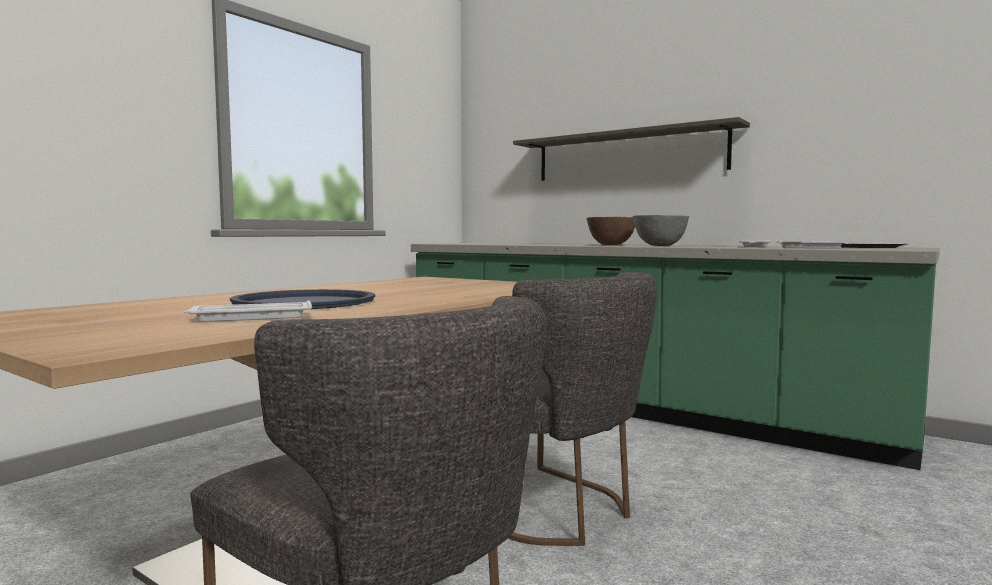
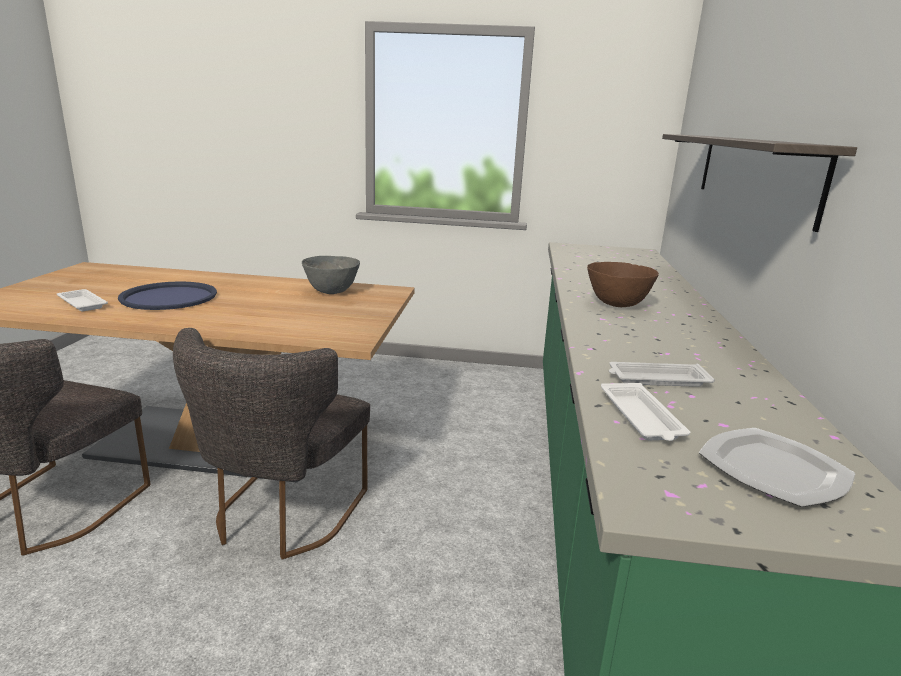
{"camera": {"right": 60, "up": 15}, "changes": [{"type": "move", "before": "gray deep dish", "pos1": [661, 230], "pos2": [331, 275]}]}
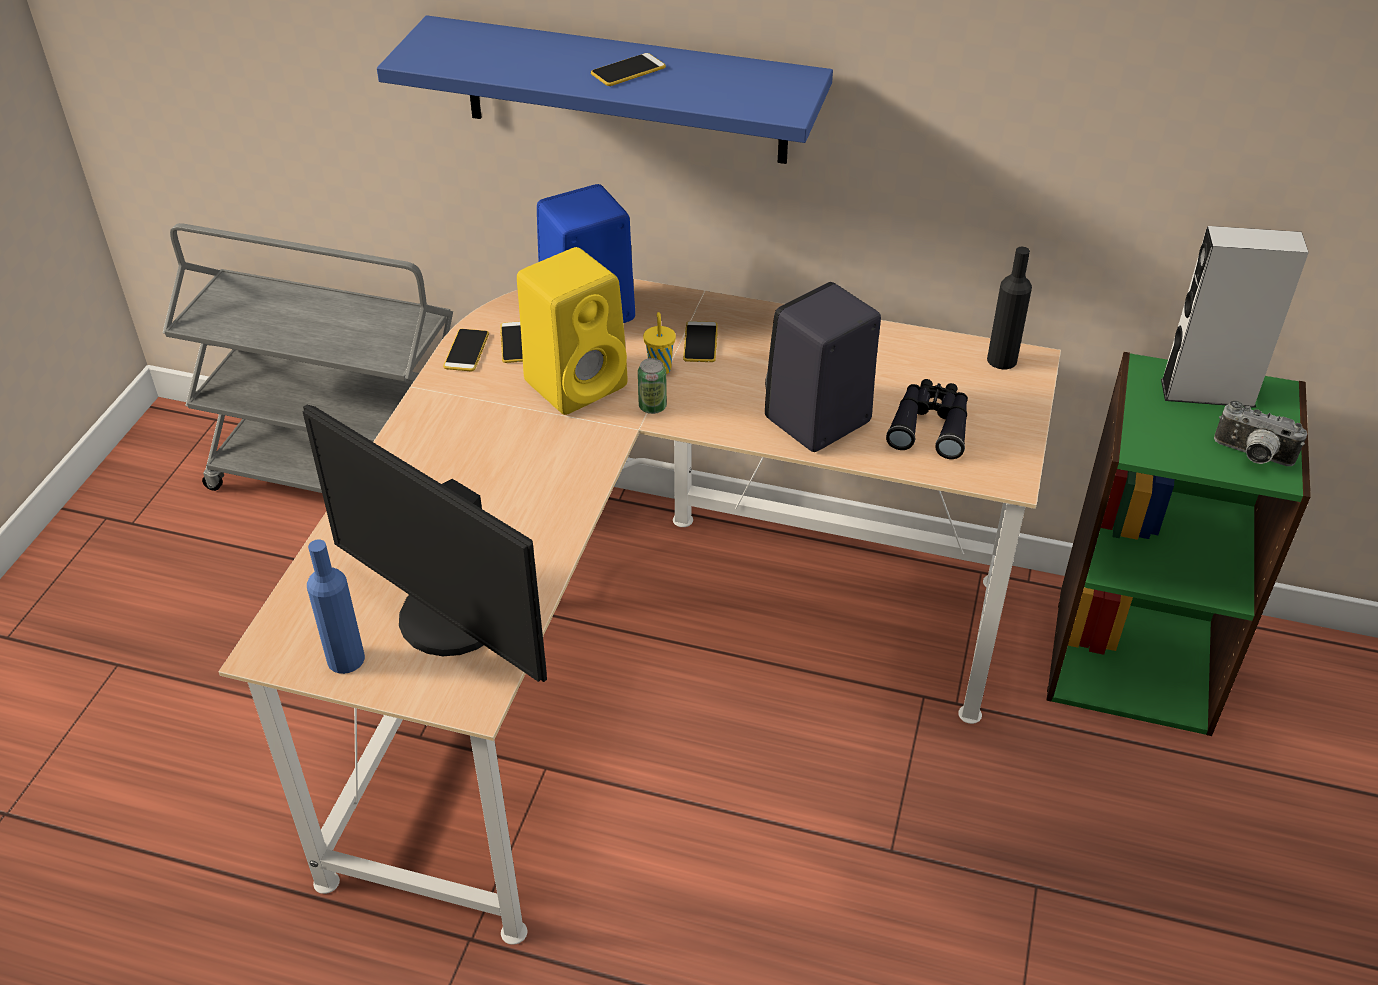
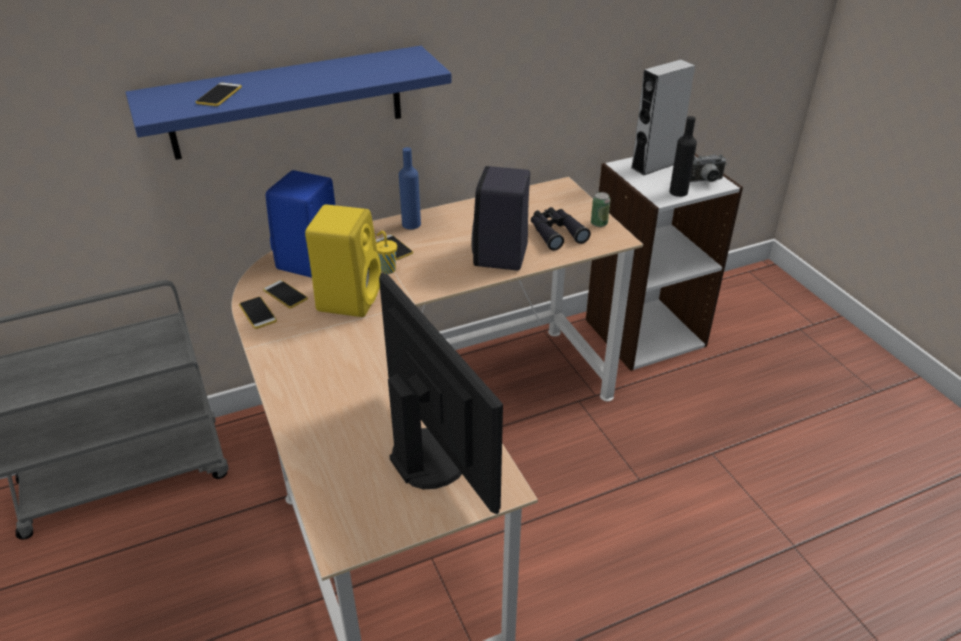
{"camera": {"right": -40, "up": -5}, "changes": [{"type": "move", "before": "handset", "pos1": [628, 69], "pos2": [219, 94]}, {"type": "rotate", "before": "monitor", "pos1": [425, 543], "pos2": [441, 393], "turn": -120}, {"type": "move", "before": "blue beverage bottle", "pos1": [336, 606], "pos2": [410, 188]}, {"type": "recolor", "before": "greenish shelving unit", "after": "white shelving unit", "pos1": [1178, 544], "pos2": [664, 262]}, {"type": "move", "before": "metal can", "pos1": [652, 386], "pos2": [600, 209]}, {"type": "move", "before": "blackish beverage bottle", "pos1": [1009, 308], "pos2": [683, 156]}]}
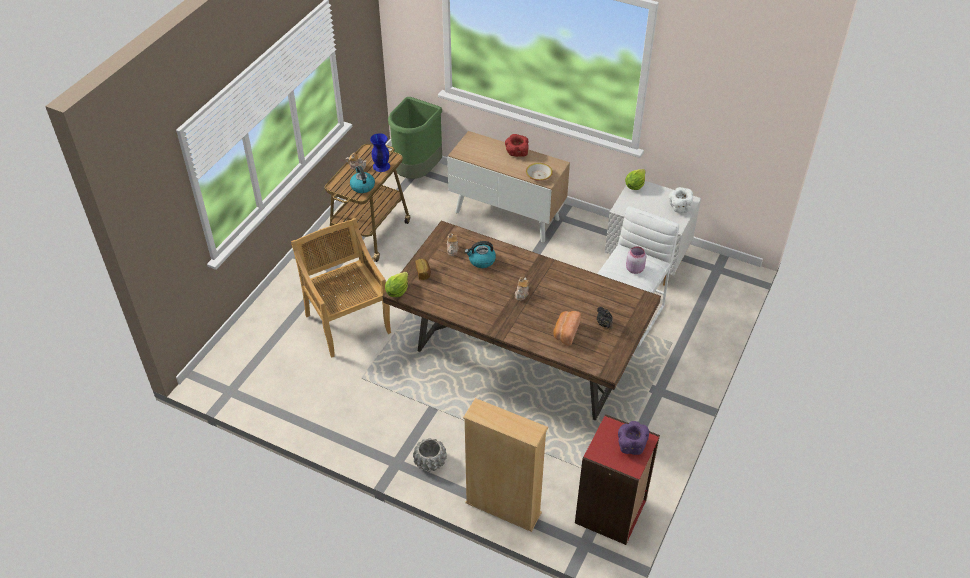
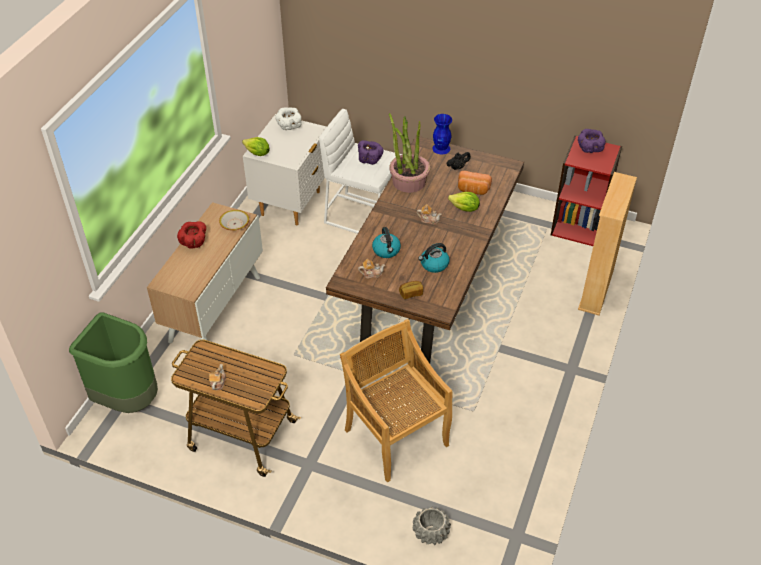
{"camera": {"right": -95, "up": 0}, "changes": [{"type": "rotate", "before": "beige upright chair", "pos1": [341, 288], "pos2": [396, 401], "turn": 90}, {"type": "replace", "before": "pink-coloured jar", "after": "purplish deep dish", "pos1": [636, 260], "pos2": [370, 152]}, {"type": "insert", "after": "potted plant", "pos2": [409, 153]}, {"type": "move", "before": "gray plant pot", "pos1": [430, 455], "pos2": [432, 526]}, {"type": "move", "before": "tea kettle", "pos1": [362, 179], "pos2": [434, 258]}, {"type": "move", "before": "blue flower vase", "pos1": [380, 152], "pos2": [442, 134]}, {"type": "move", "before": "lettuce", "pos1": [396, 284], "pos2": [464, 202]}]}
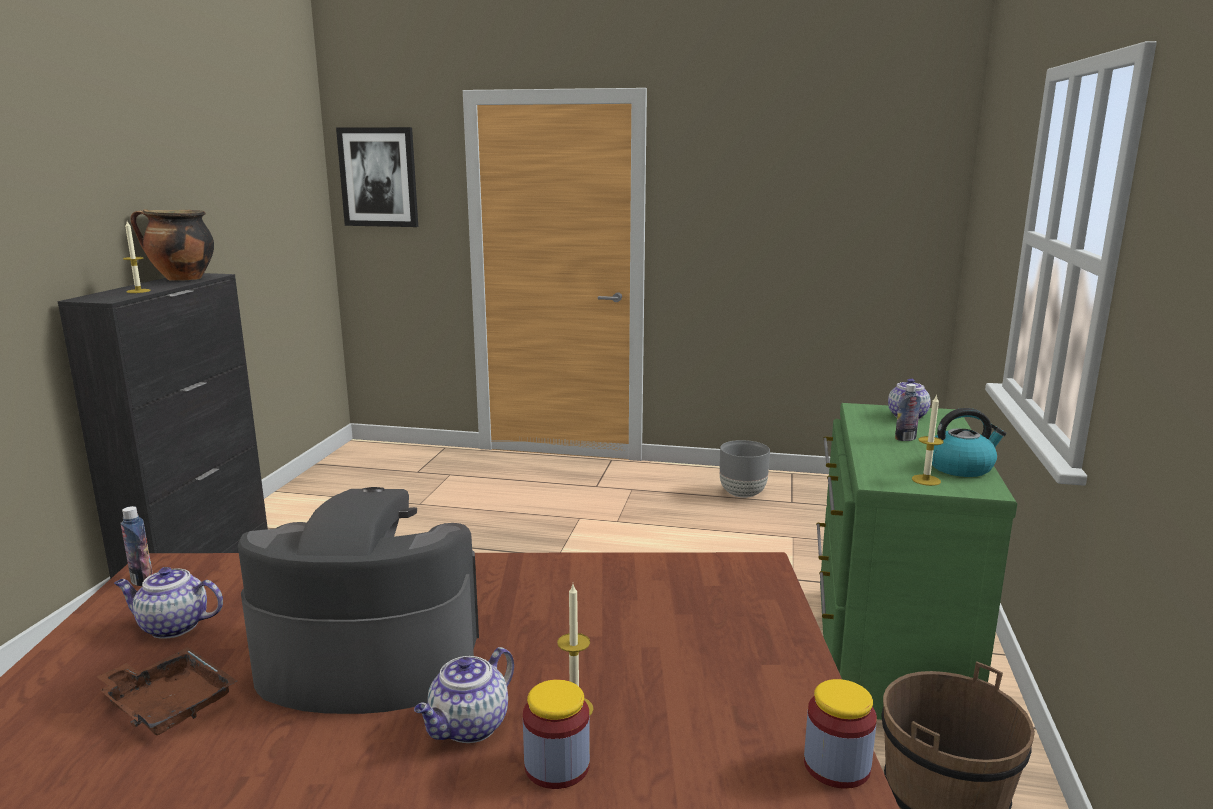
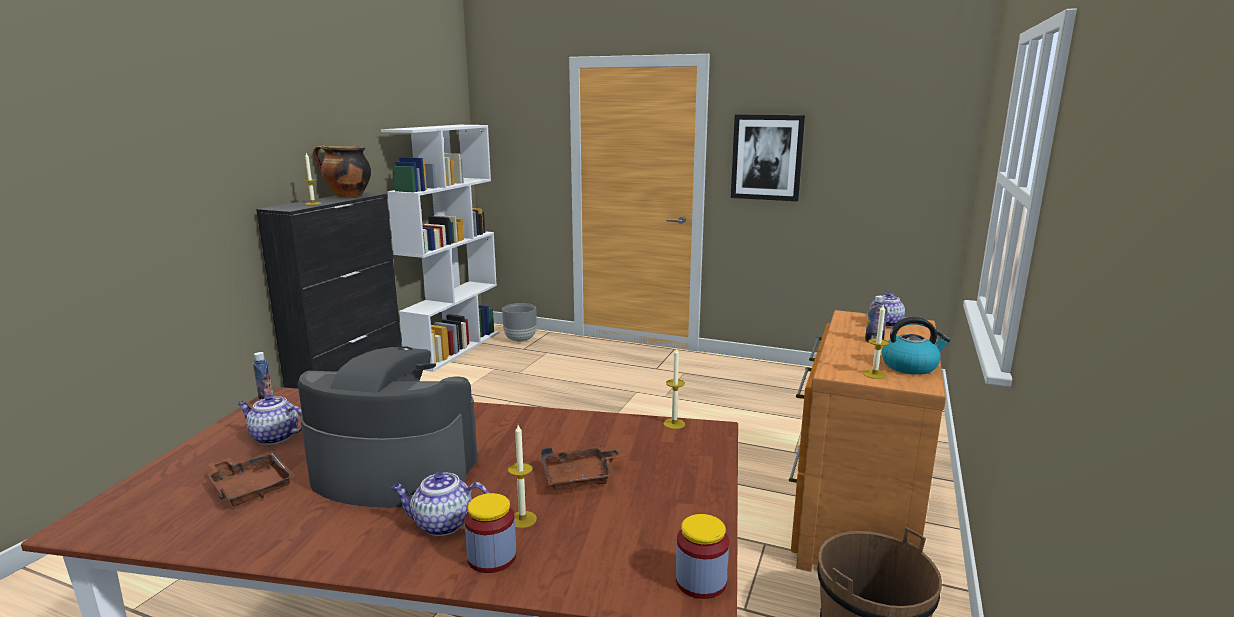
{"camera": {"right": 10, "up": 0}, "changes": [{"type": "insert", "after": "white shelving unit", "pos2": [440, 248]}, {"type": "rotate", "before": "pot for tea", "pos1": [464, 695], "pos2": [440, 504], "turn": 45}, {"type": "move", "before": "gray plant pot", "pos1": [745, 469], "pos2": [519, 322]}, {"type": "insert", "after": "brownish carrying tray", "pos2": [583, 468]}, {"type": "insert", "after": "wax light", "pos2": [674, 388]}, {"type": "move", "before": "wall picture", "pos1": [377, 177], "pos2": [768, 158]}, {"type": "recolor", "before": "greenish chest of drawers", "after": "brownish chest of drawers", "pos1": [916, 561], "pos2": [867, 441]}]}
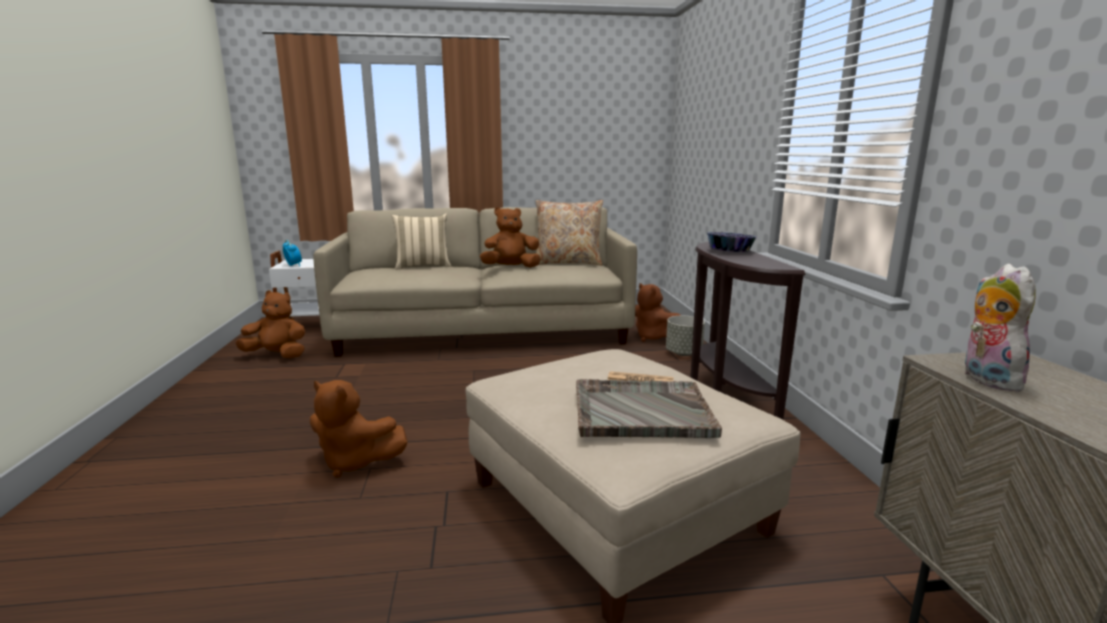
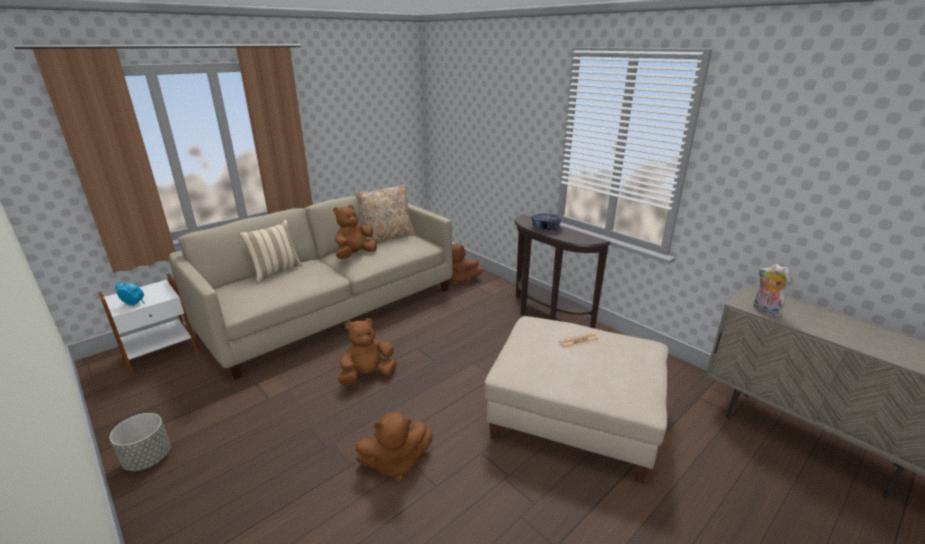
{"camera": {"right": -35, "up": 10}, "changes": [{"type": "move", "before": "gray plant pot", "pos1": [685, 335], "pos2": [140, 442]}, {"type": "move", "before": "brownish plush toy", "pos1": [270, 324], "pos2": [367, 351]}, {"type": "delete", "before": "gray carrying tray", "pos1": [649, 408]}]}
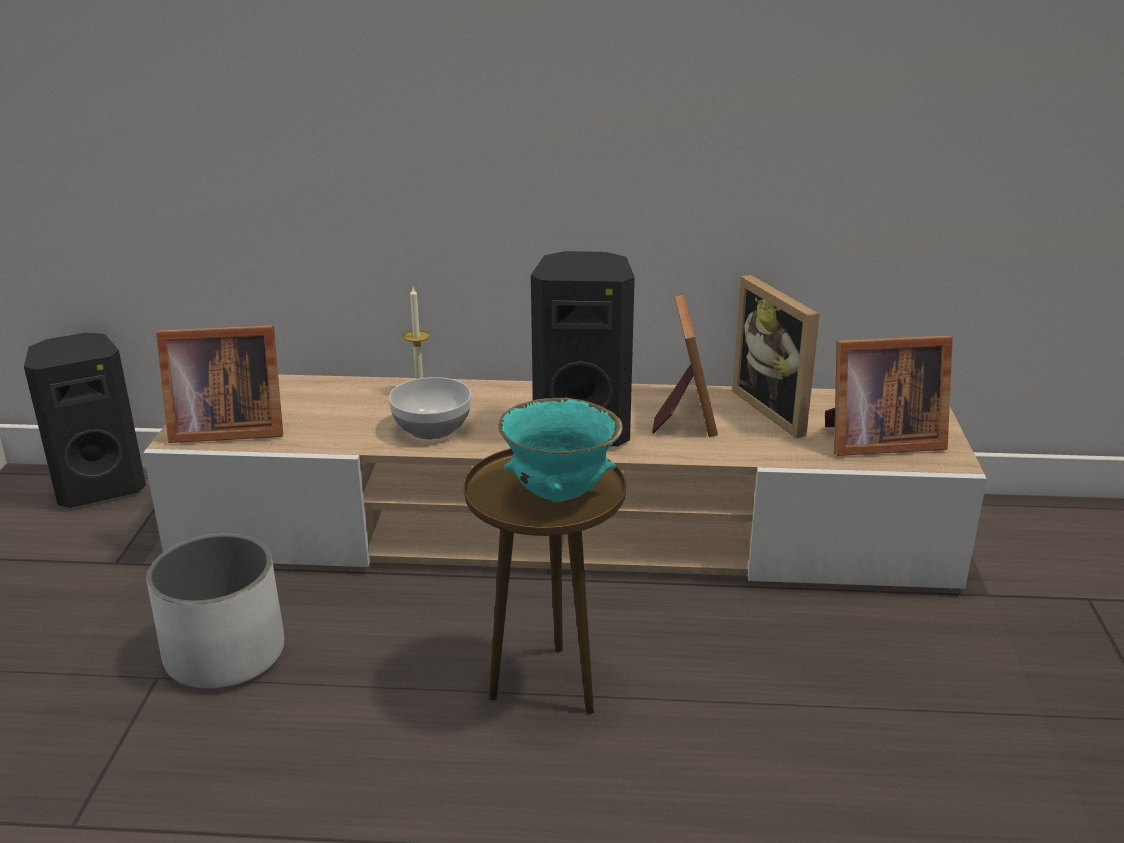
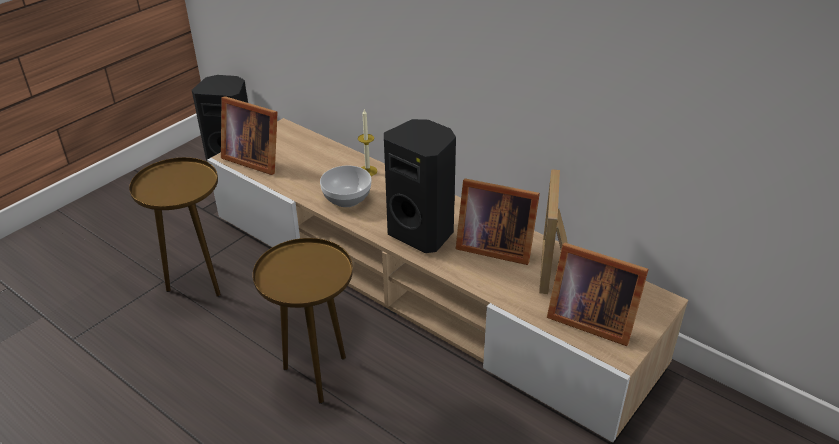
{"camera": {"right": 35, "up": 10}, "changes": [{"type": "replace", "before": "white plant pot", "after": "brownish accent table", "pos1": [215, 611], "pos2": [175, 227]}, {"type": "rotate", "before": "picture frame", "pos1": [685, 365], "pos2": [498, 221], "turn": 75}, {"type": "delete", "before": "turquoise deep dish", "pos1": [560, 450]}]}
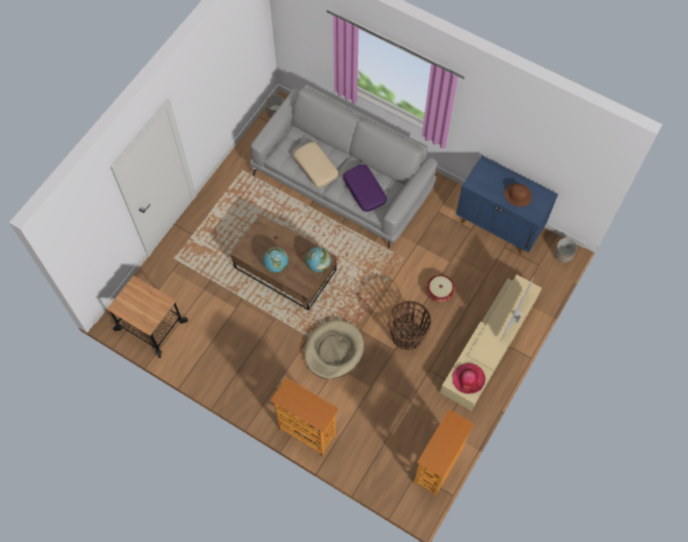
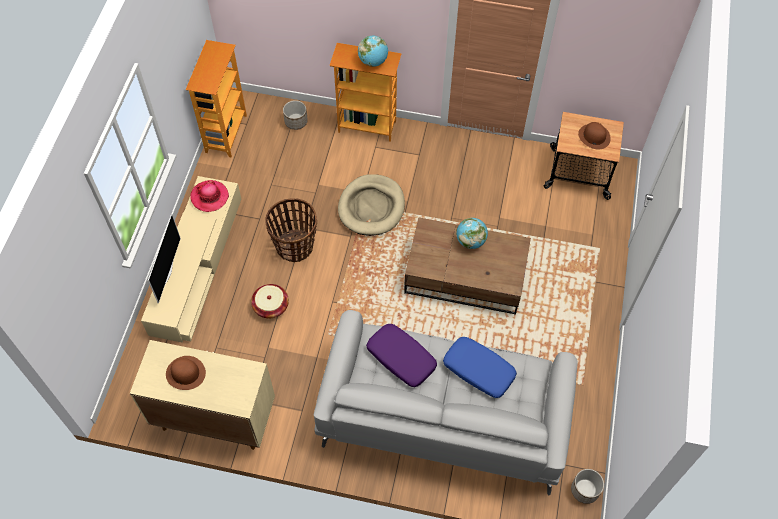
{"camera": {"right": 160, "up": -5}, "changes": [{"type": "recolor", "before": "blue cabinet", "after": "beige cabinet", "pos1": [507, 205], "pos2": [202, 395]}, {"type": "move", "before": "plant pot", "pos1": [565, 250], "pos2": [295, 115]}, {"type": "move", "before": "globe", "pos1": [318, 259], "pos2": [373, 51]}, {"type": "recolor", "before": "beige pillow", "after": "blue pillow", "pos1": [316, 165], "pos2": [480, 367]}, {"type": "insert", "after": "brownish clothing hat", "pos2": [594, 136]}]}
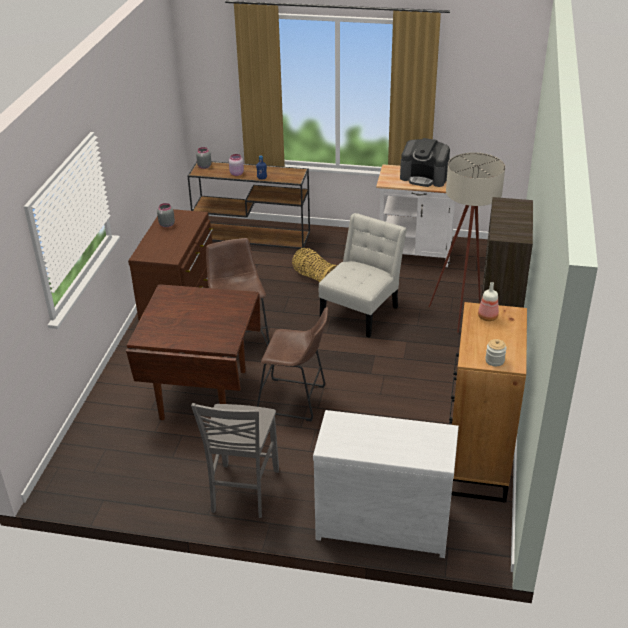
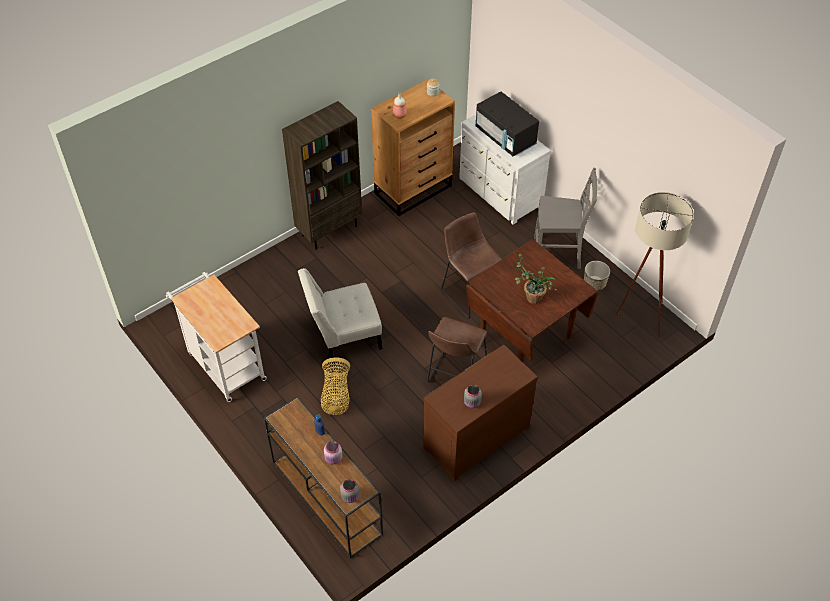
{"camera": {"right": -140, "up": 15}, "changes": [{"type": "insert", "after": "blackish microwave oven", "pos2": [507, 123]}, {"type": "insert", "after": "potted plant", "pos2": [536, 279]}, {"type": "rotate", "before": "gray upright chair", "pos1": [235, 460], "pos2": [565, 218], "turn": 45}, {"type": "insert", "after": "plant pot", "pos2": [597, 276]}, {"type": "move", "before": "beige standard lamp", "pos1": [467, 242], "pos2": [655, 265]}, {"type": "delete", "before": "coffee brewer", "pos1": [425, 162]}]}
